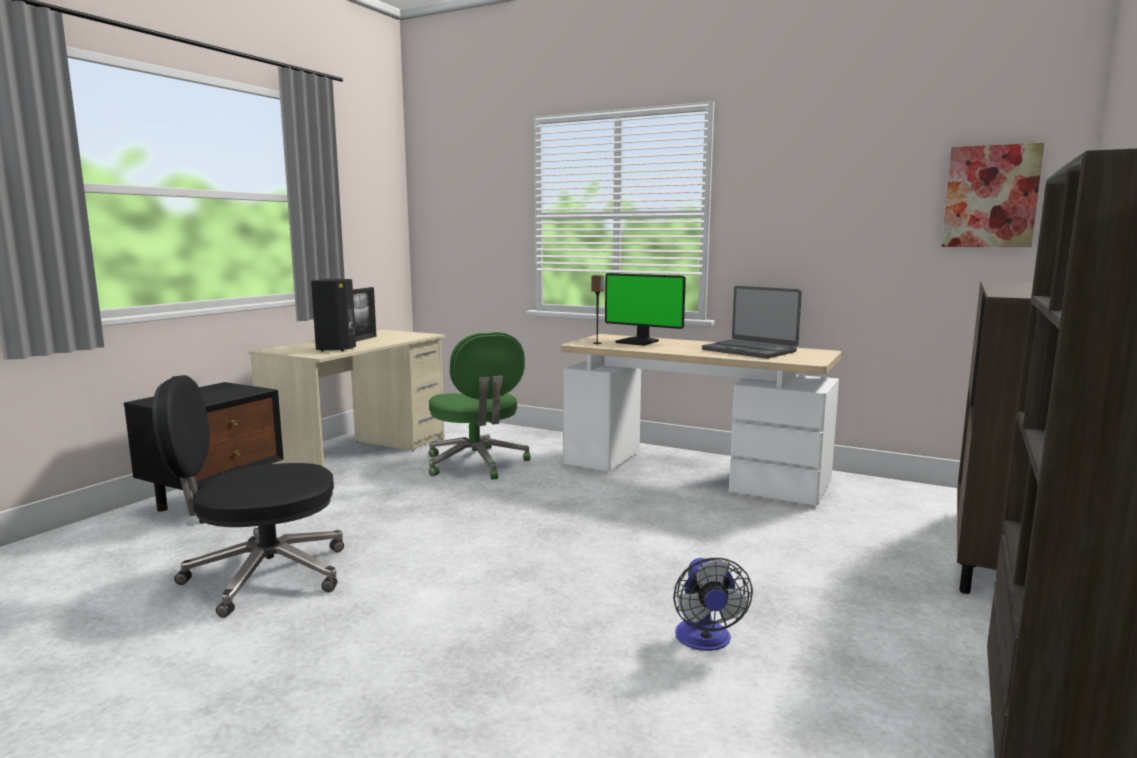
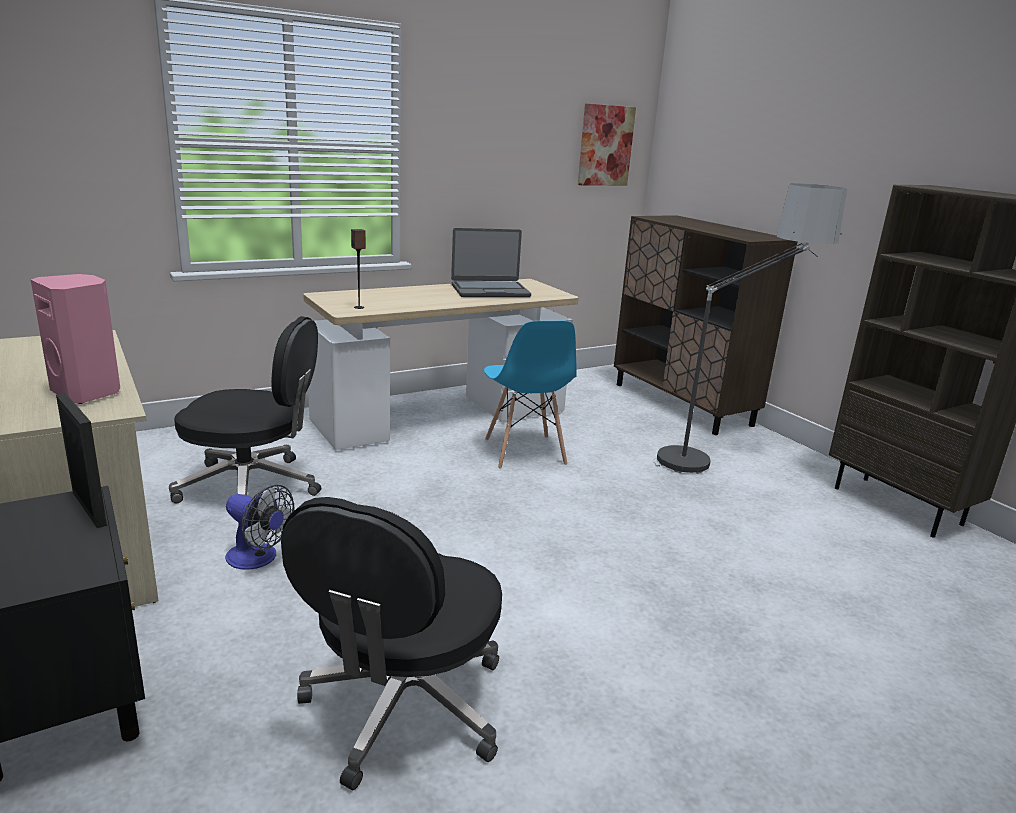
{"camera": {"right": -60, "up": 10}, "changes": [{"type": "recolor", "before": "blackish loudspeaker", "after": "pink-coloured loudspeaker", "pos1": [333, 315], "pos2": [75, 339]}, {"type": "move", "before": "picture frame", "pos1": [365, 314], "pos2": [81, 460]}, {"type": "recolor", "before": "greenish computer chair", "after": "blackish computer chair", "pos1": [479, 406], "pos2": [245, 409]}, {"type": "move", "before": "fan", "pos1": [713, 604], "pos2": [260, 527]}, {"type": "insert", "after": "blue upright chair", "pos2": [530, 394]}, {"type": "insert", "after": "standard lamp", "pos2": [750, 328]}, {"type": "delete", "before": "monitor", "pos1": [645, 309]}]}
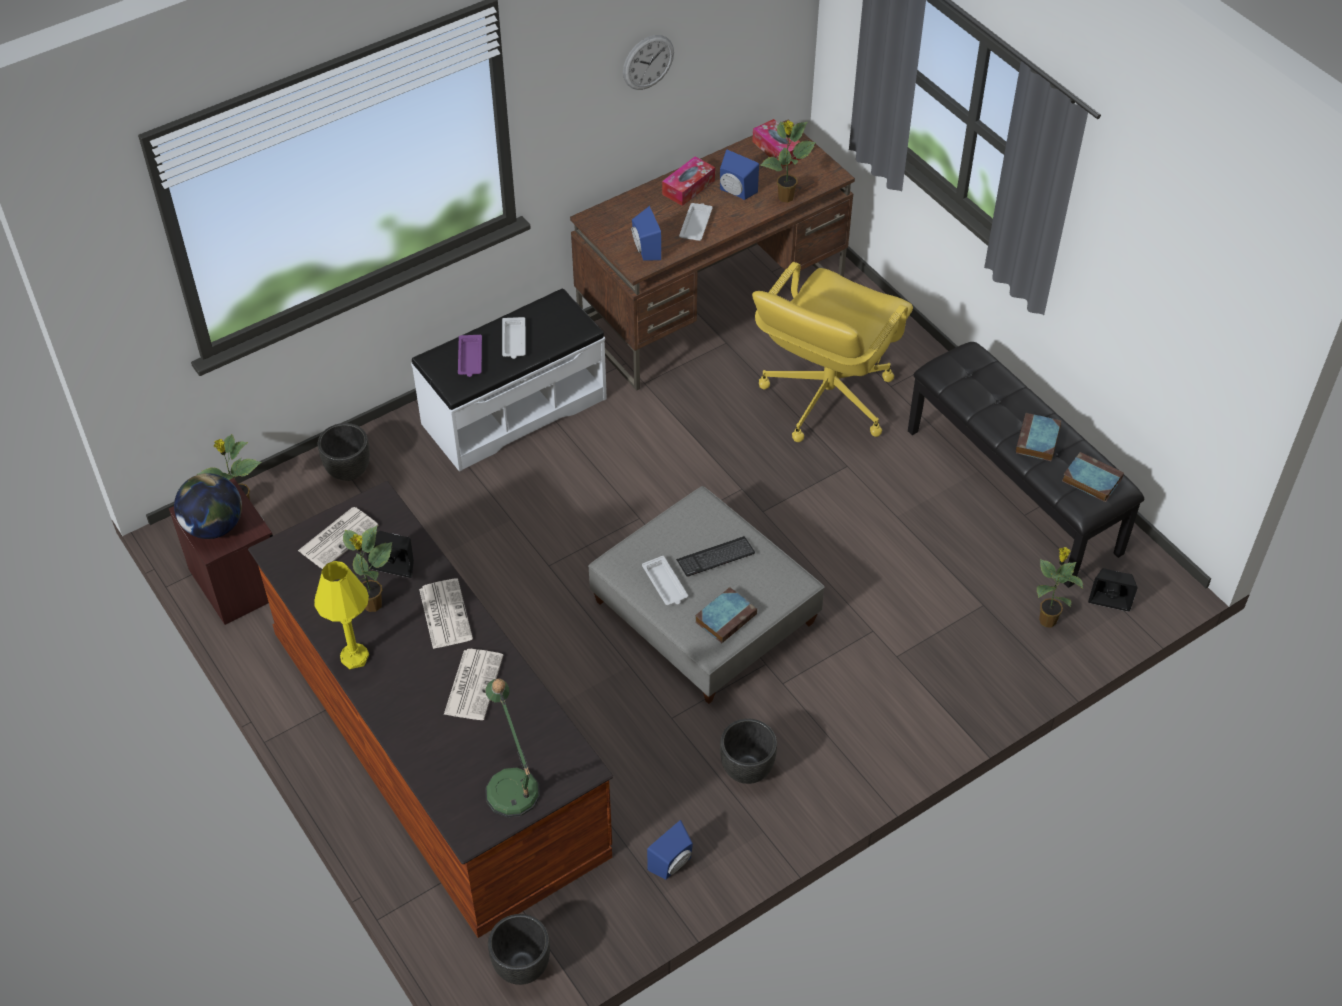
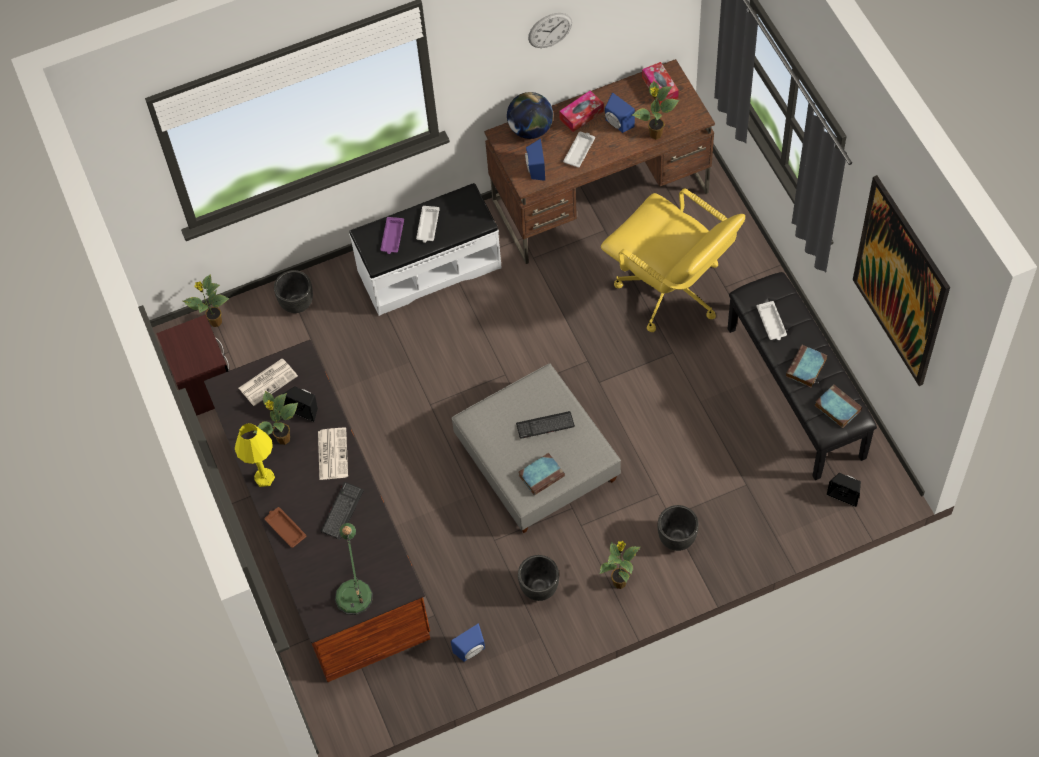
{"camera": {"right": 15, "up": 10}, "changes": [{"type": "insert", "after": "brownish carrying tray", "pos2": [285, 527]}, {"type": "replace", "before": "daily paper", "after": "PC keyboard", "pos1": [473, 684], "pos2": [342, 511]}, {"type": "move", "before": "globe", "pos1": [208, 506], "pos2": [530, 115]}, {"type": "move", "before": "potted plant", "pos1": [1060, 587], "pos2": [620, 565]}, {"type": "rotate", "before": "yellow-coloured computer chair", "pos1": [832, 352], "pos2": [673, 260], "turn": -90}, {"type": "move", "before": "blackish plant pot", "pos1": [519, 949], "pos2": [678, 528]}, {"type": "move", "before": "white carrying tray", "pos1": [665, 580], "pos2": [772, 320]}, {"type": "insert", "after": "wall picture", "pos2": [901, 280]}]}
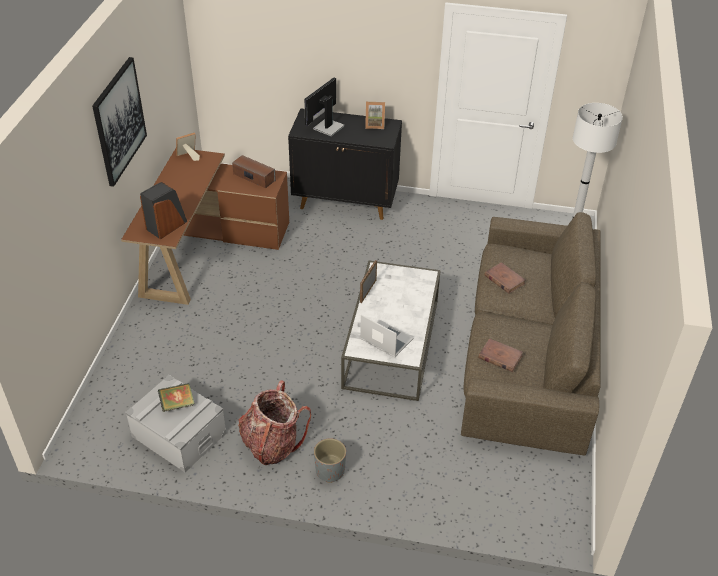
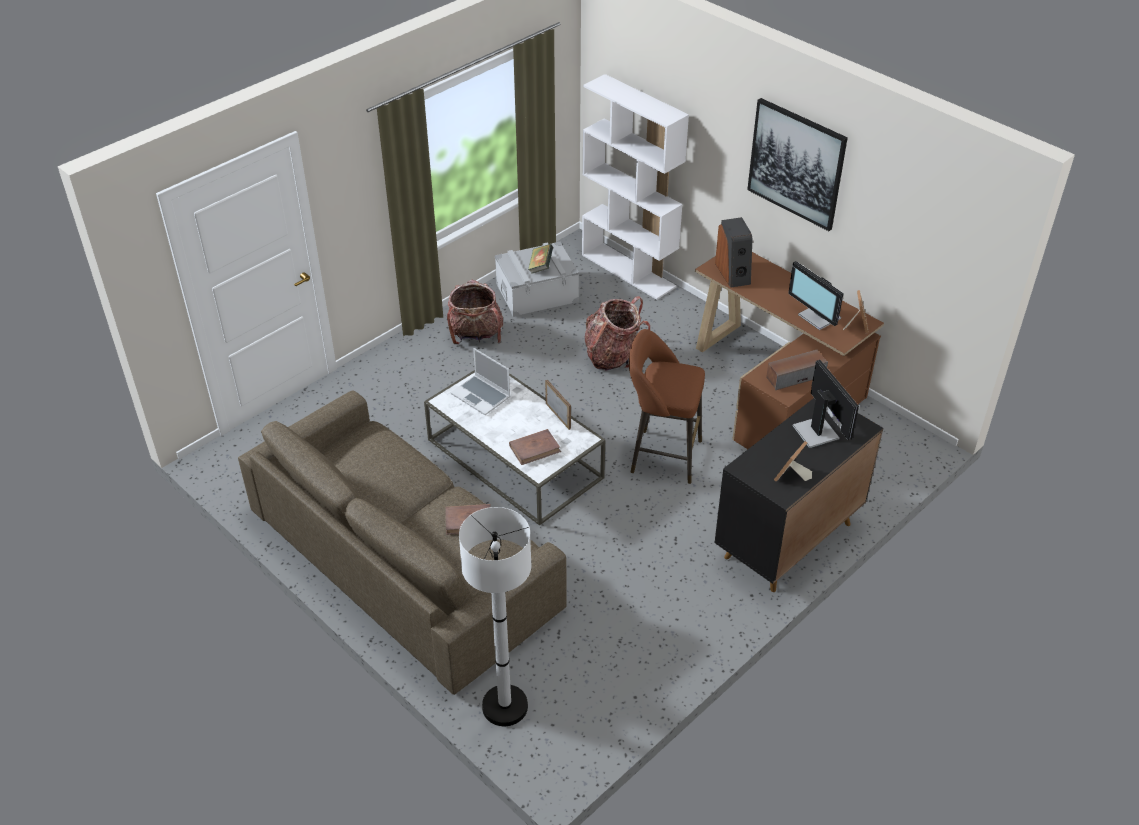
{"camera": {"right": 125, "up": 0}, "changes": [{"type": "rotate", "before": "laptop", "pos1": [387, 336], "pos2": [481, 381], "turn": 60}, {"type": "move", "before": "brownish volume", "pos1": [500, 355], "pos2": [535, 447]}, {"type": "insert", "after": "white shelving unit", "pos2": [635, 187]}, {"type": "insert", "after": "knapsack", "pos2": [617, 333]}, {"type": "insert", "after": "brownish stool", "pos2": [667, 406]}, {"type": "insert", "after": "monitor", "pos2": [816, 295]}, {"type": "delete", "before": "gray plant pot", "pos1": [330, 460]}]}
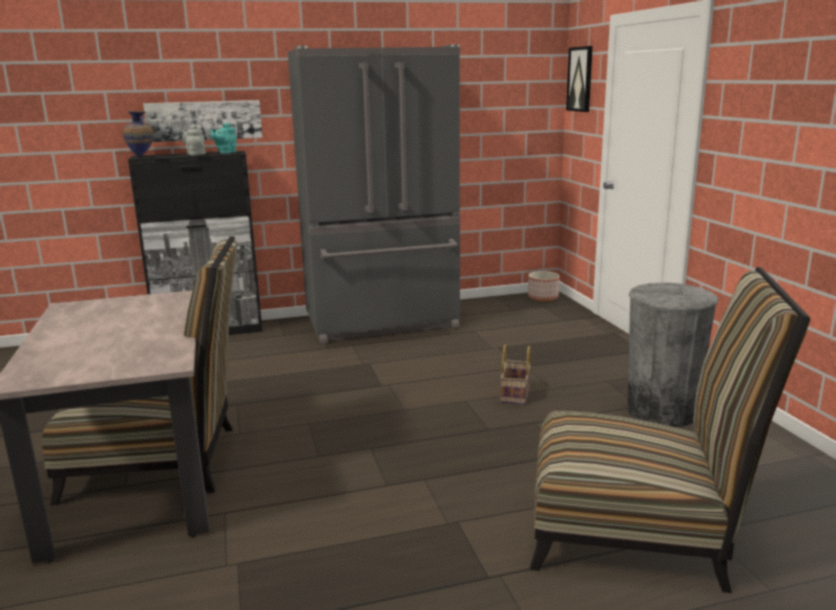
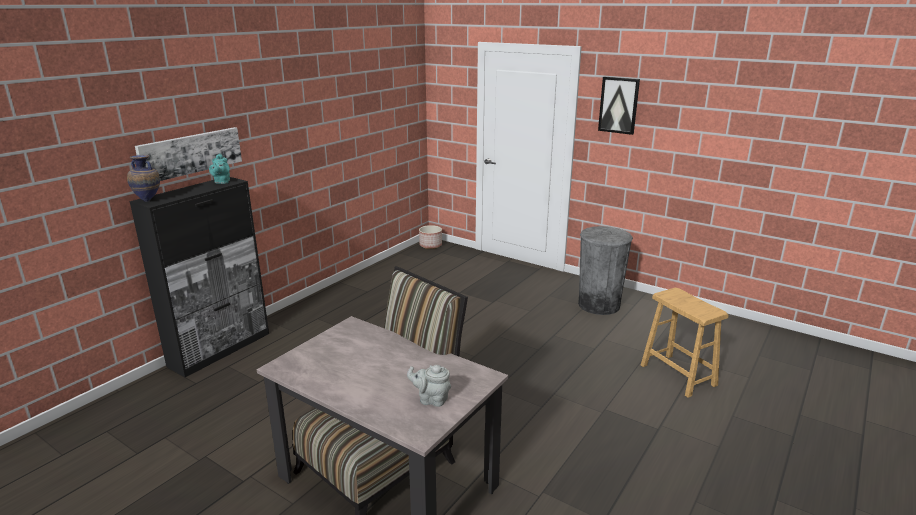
{"camera": {"right": -40, "up": 5}, "changes": [{"type": "move", "before": "gray pot for tea", "pos1": [193, 139], "pos2": [429, 386]}, {"type": "move", "before": "wall picture", "pos1": [579, 79], "pos2": [619, 106]}, {"type": "replace", "before": "upright chair", "after": "brownish stool", "pos1": [670, 430], "pos2": [685, 343]}, {"type": "delete", "before": "gray fridge", "pos1": [374, 194]}, {"type": "delete", "before": "household basket", "pos1": [515, 374]}]}
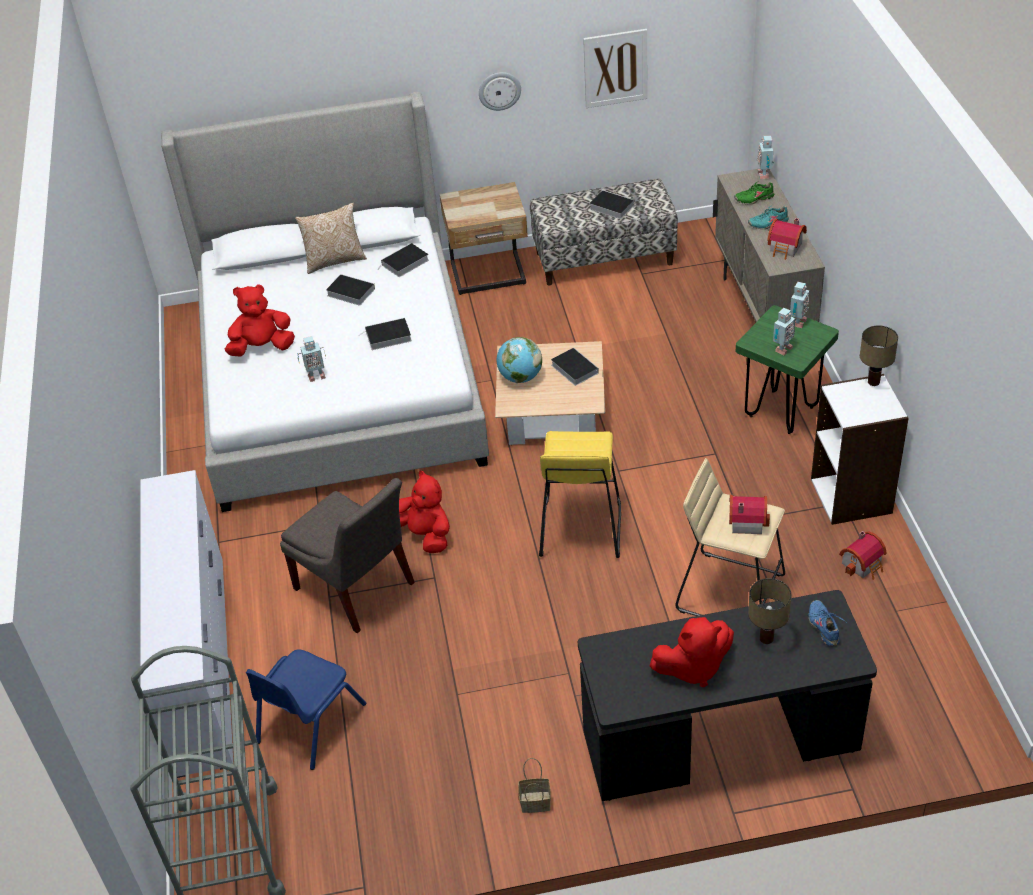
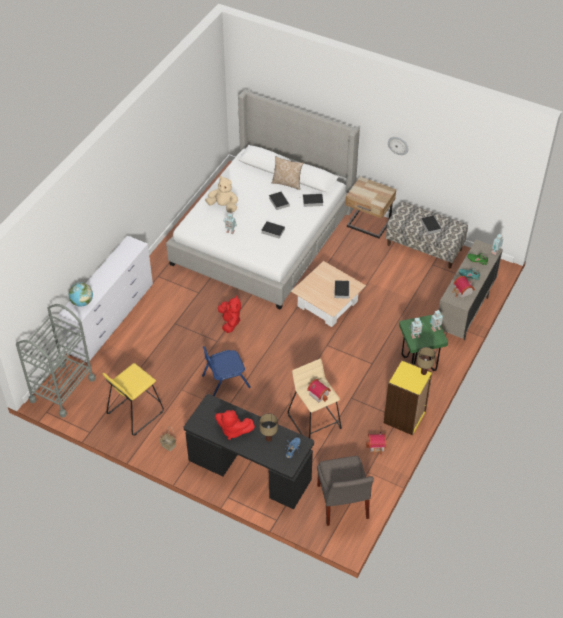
{"camera": {"right": 35, "up": 5}, "changes": [{"type": "move", "before": "globe", "pos1": [519, 360], "pos2": [81, 294]}, {"type": "move", "before": "yellow-coloured stool", "pos1": [580, 494], "pos2": [133, 399]}, {"type": "move", "before": "blue upright chair", "pos1": [306, 709], "pos2": [226, 371]}, {"type": "recolor", "before": "reddish plush toy", "after": "beige plush toy", "pos1": [260, 320], "pos2": [221, 194]}, {"type": "move", "before": "gray upright chair", "pos1": [347, 555], "pos2": [345, 491]}, {"type": "recolor", "before": "white shelving unit", "after": "yellow-coloured shelving unit", "pos1": [860, 449], "pos2": [408, 397]}, {"type": "delete", "before": "wall picture", "pos1": [615, 68]}]}
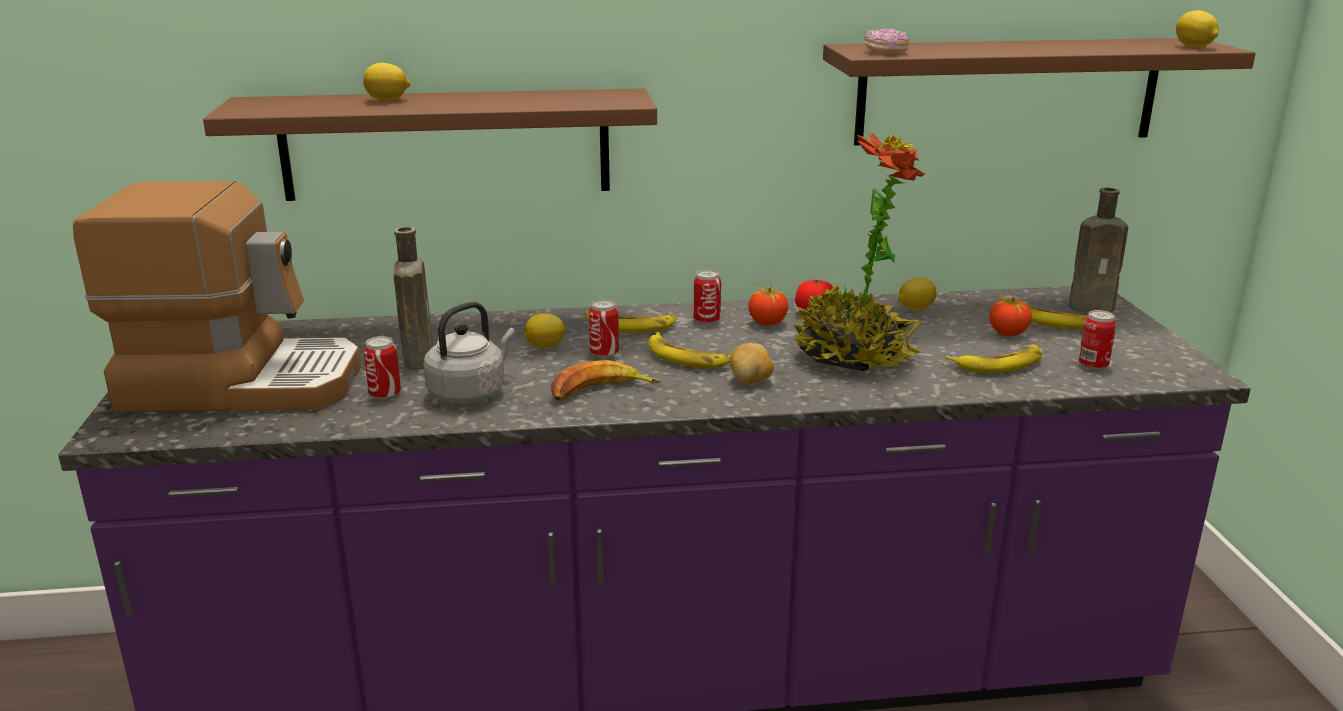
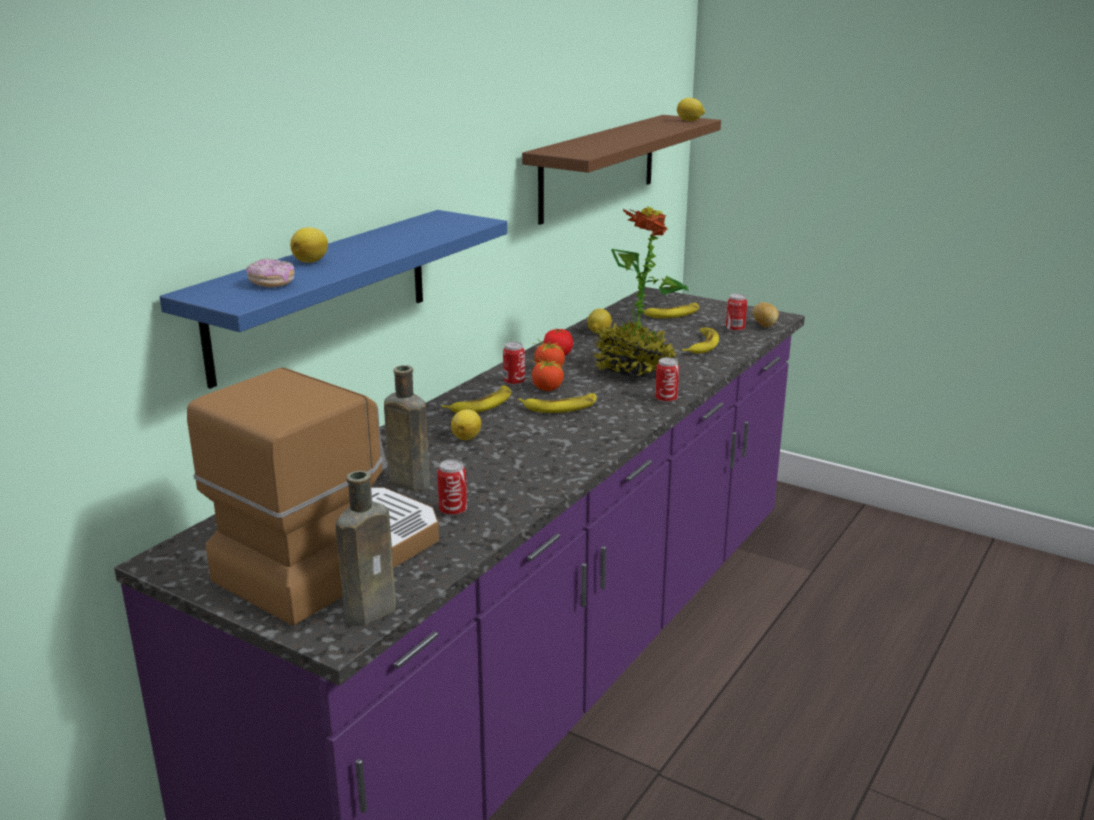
{"camera": {"right": -50, "up": 0}, "changes": [{"type": "recolor", "before": "brownish wall shelf", "after": "blue wall shelf", "pos1": [430, 144], "pos2": [333, 299]}, {"type": "move", "before": "doughnut", "pos1": [887, 40], "pos2": [270, 272]}, {"type": "move", "before": "brownish beverage bottle", "pos1": [1098, 250], "pos2": [366, 548]}, {"type": "move", "before": "fresh tomato", "pos1": [1010, 314], "pos2": [547, 374]}, {"type": "move", "before": "metal can", "pos1": [604, 328], "pos2": [667, 380]}, {"type": "move", "before": "spud", "pos1": [752, 363], "pos2": [765, 314]}, {"type": "delete", "before": "gray tea kettle", "pos1": [469, 353]}, {"type": "delete", "before": "banana fruit", "pos1": [605, 380]}]}
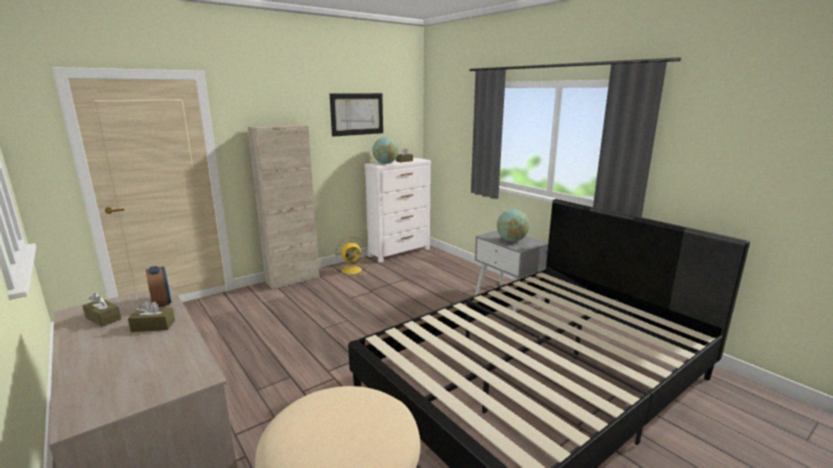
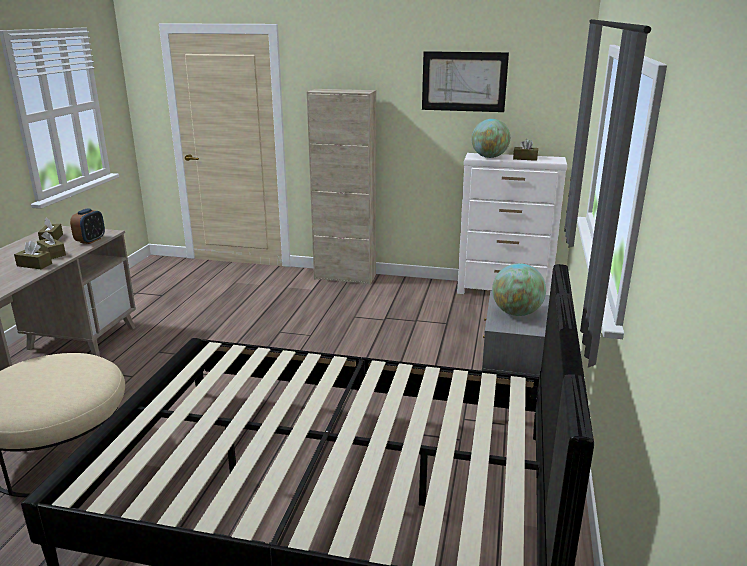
{"camera": {"right": 50, "up": 5}, "changes": [{"type": "insert", "after": "brownish tissue box", "pos2": [33, 255]}, {"type": "delete", "before": "yellow-coloured fan", "pos1": [351, 256]}]}
